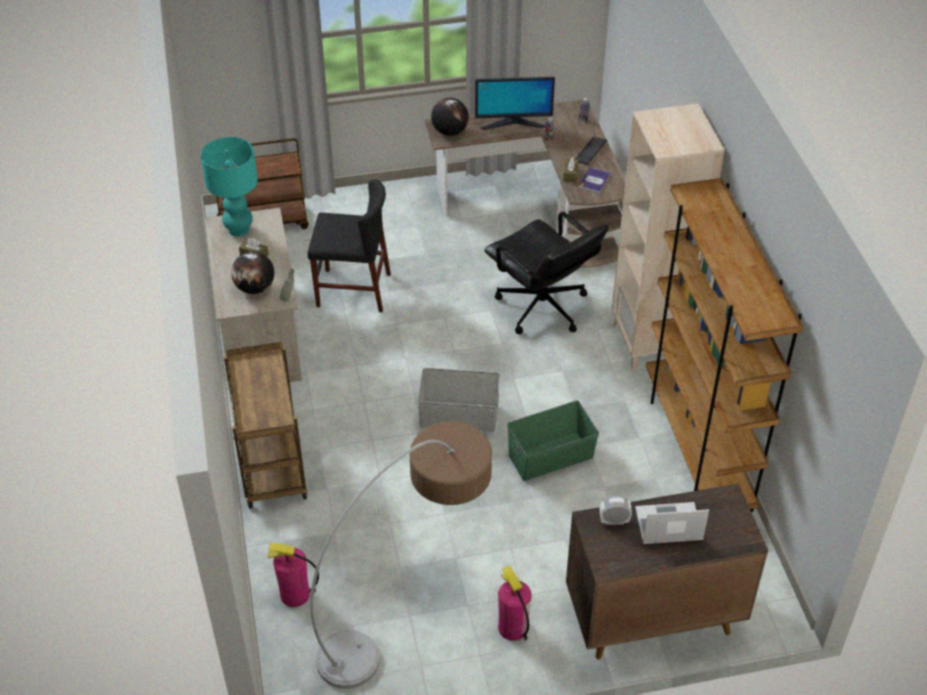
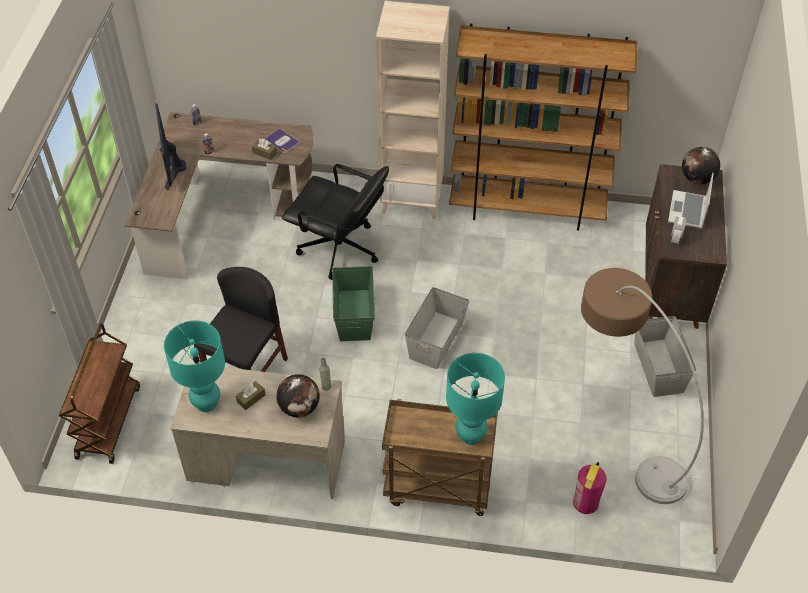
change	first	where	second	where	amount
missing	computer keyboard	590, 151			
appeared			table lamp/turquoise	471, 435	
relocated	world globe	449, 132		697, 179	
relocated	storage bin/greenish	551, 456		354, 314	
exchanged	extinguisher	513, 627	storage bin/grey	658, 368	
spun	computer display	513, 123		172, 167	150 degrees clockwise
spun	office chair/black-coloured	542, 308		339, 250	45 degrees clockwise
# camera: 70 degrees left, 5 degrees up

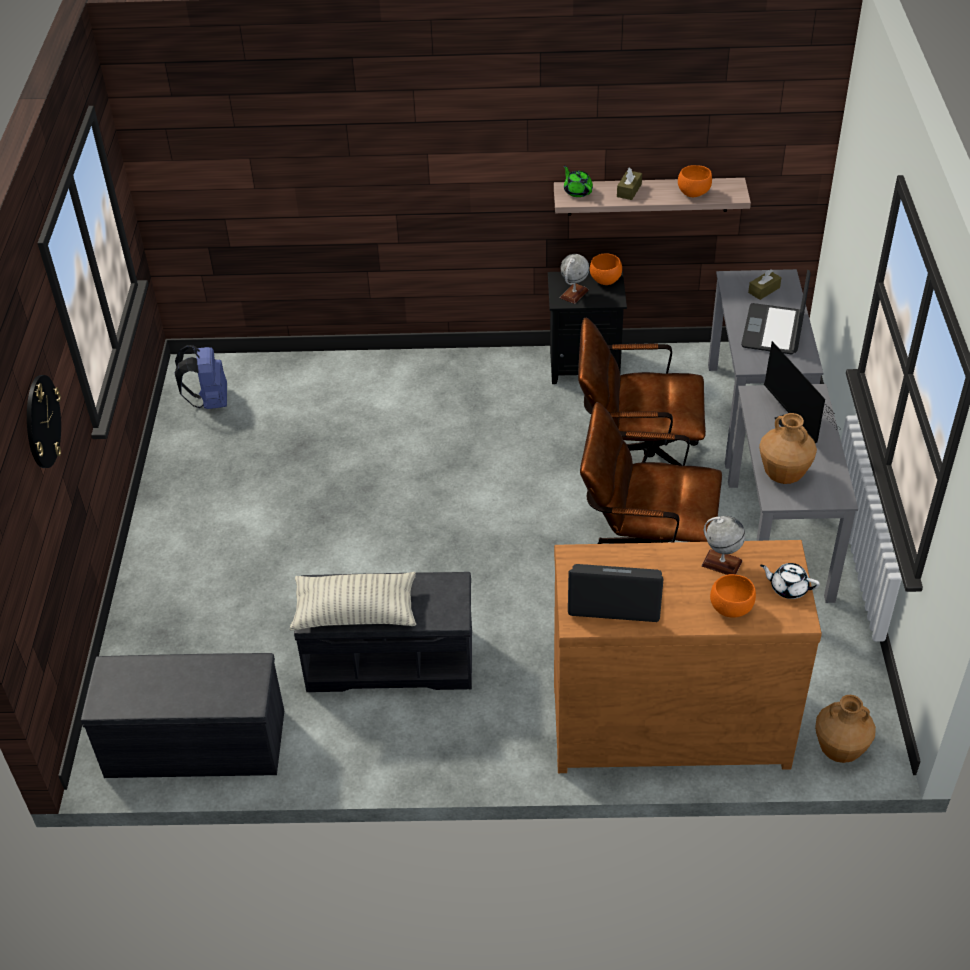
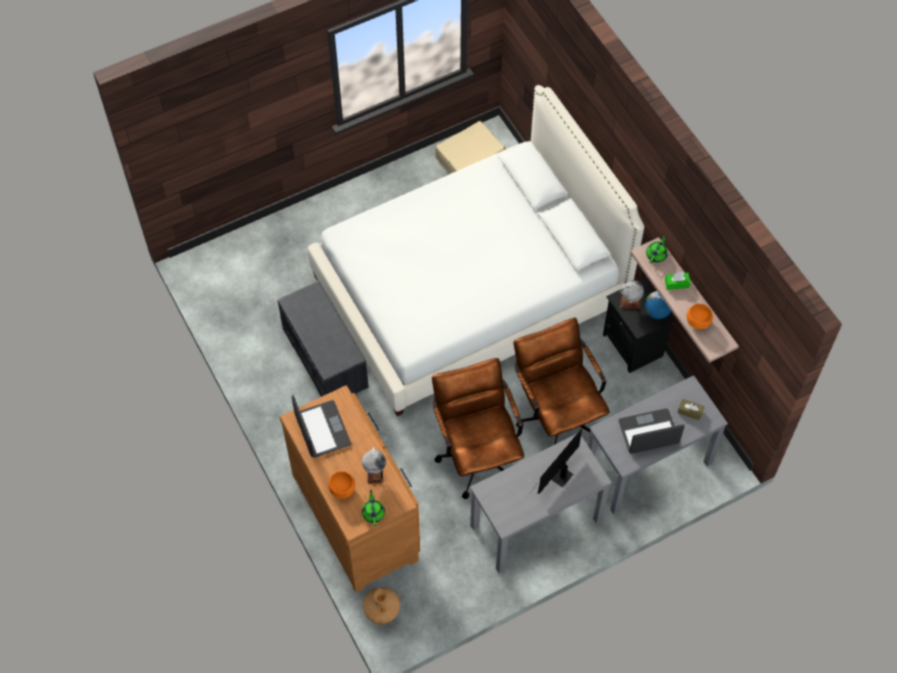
change	first	where	second	where	amount
missing	wall clock	42, 421			
missing	indoor bench/grey	194, 745			
missing	cushion	356, 612			
missing	flower vase/brown-coloured	783, 475			
appeared			bed/whitish	470, 291	
exchanged	backpack/blue	209, 401	piece of luggage/beige	470, 159	
exchanged	serving bowl/orangey	605, 281	world globe	656, 315	
colour	box of tissues/brown-coloured	629, 190	box of tissues/greenish	676, 283	
colour	tea pot/whitish	788, 588	tea pot/greenish	373, 513	
# camera: 60 degrees right, 15 degrees up

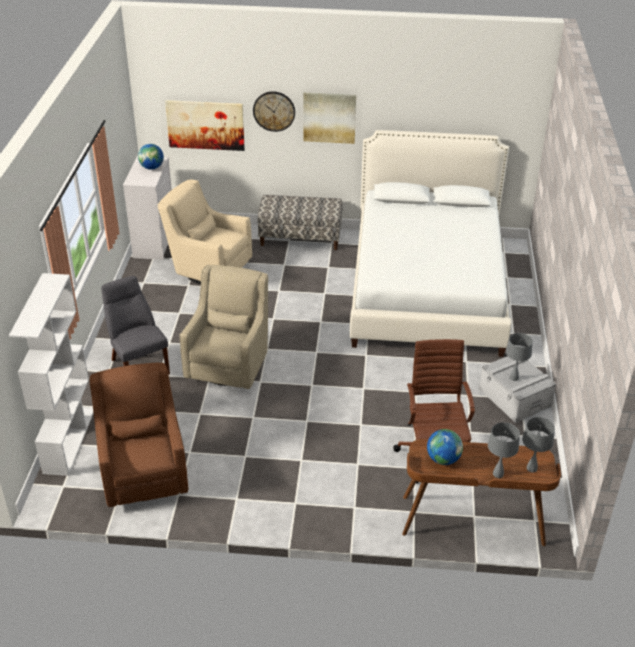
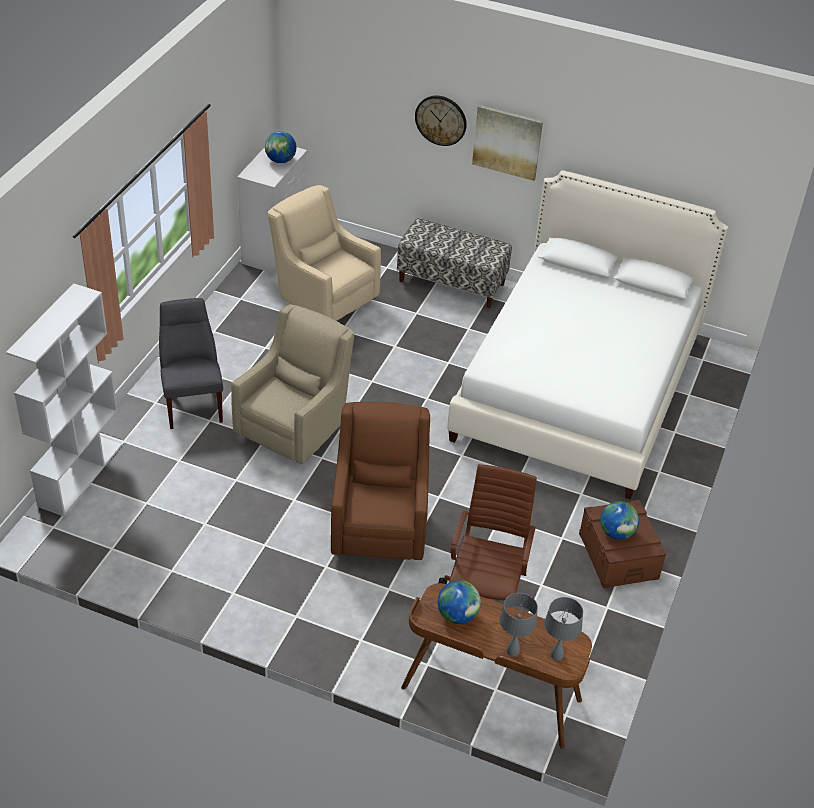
change	first	where	second	where	amount
missing	wall picture	205, 125			
relocated	lounge chair/brown-coloured	144, 474		379, 526	
exchanged	table lamp/grey	514, 378	world globe	616, 533	
colour	storage bin/grey	514, 397	storage bin/brown-coloured	618, 556	
# camera: 15 degrees right, 5 degrees up

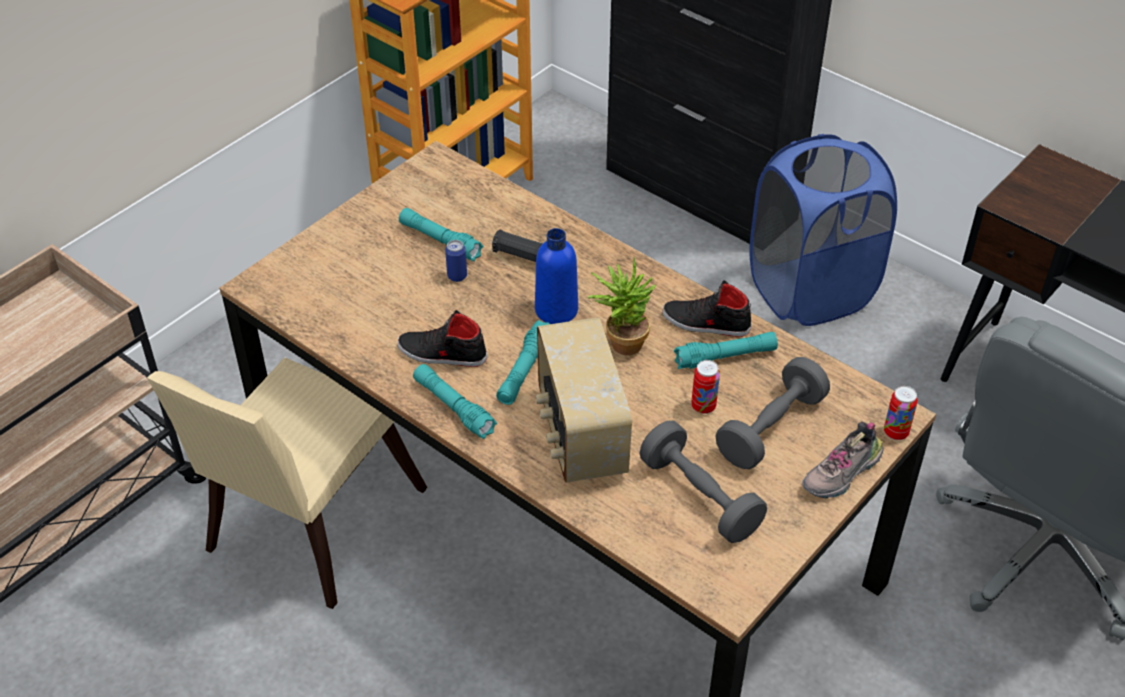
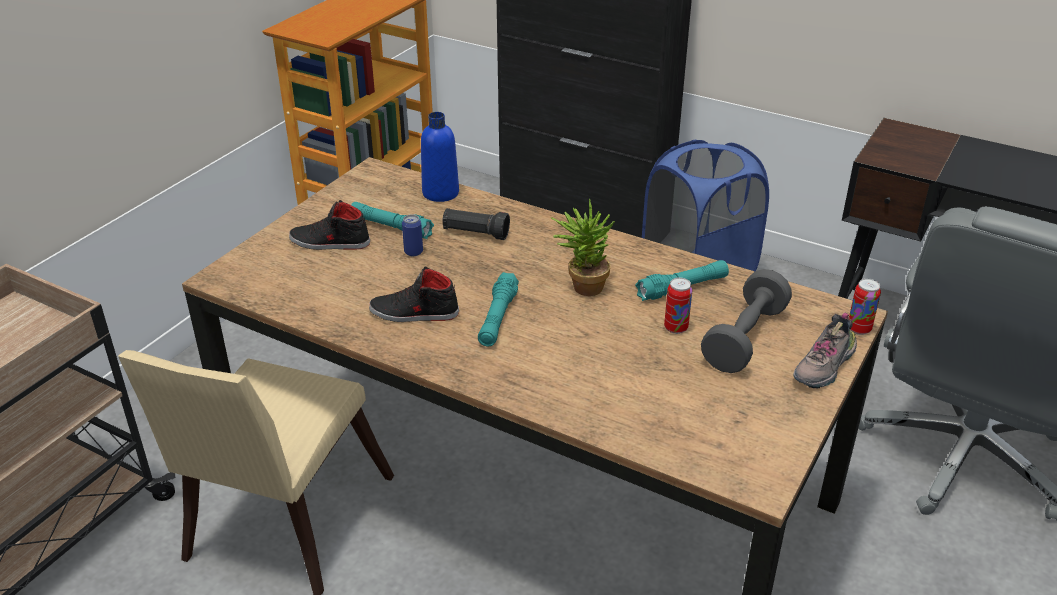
change	first	where	second	where	amount
missing	flashlight/turquoise	453, 407			
missing	radio set	579, 434			
missing	free weight/grey	700, 497			
relocated	bottle/blue	556, 310		440, 193	
relocated	low shoe/black-coloured	706, 323		329, 243	
# camera: 10 degrees left, 10 degrees down

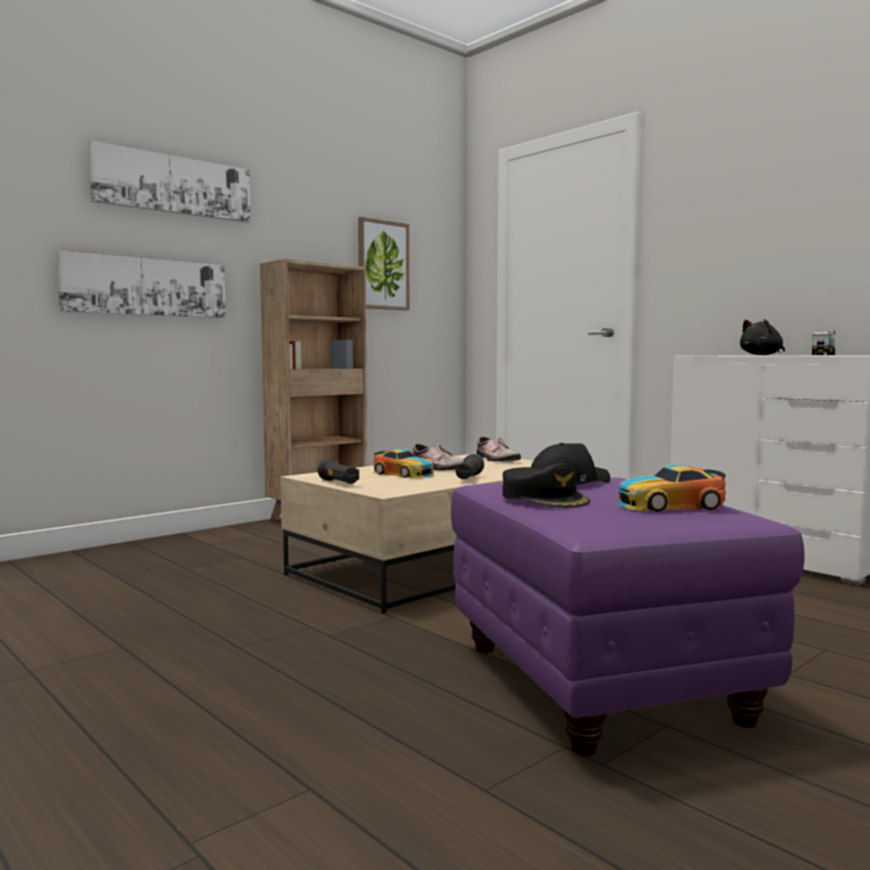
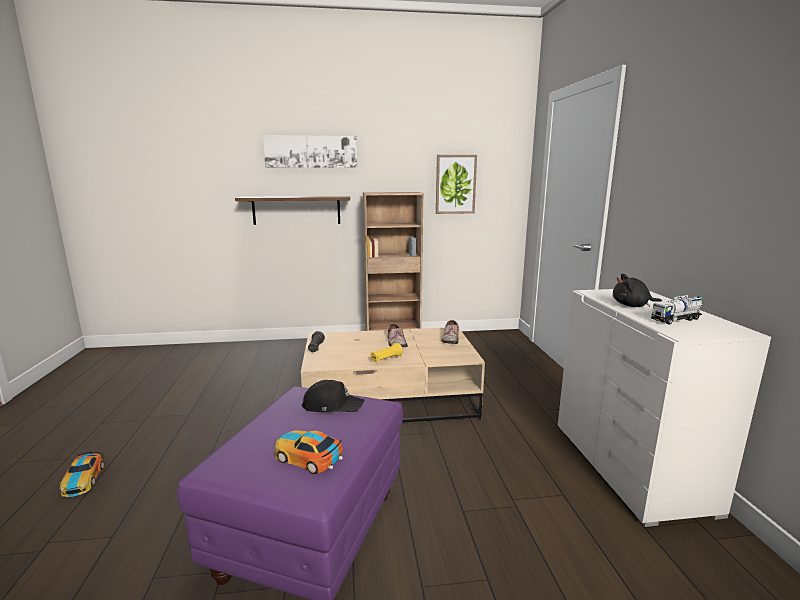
change	first	where	second	where	amount
missing	cap/black-coloured	544, 498			
relocated	toy car	404, 474		83, 480	
exchanged	wall picture	145, 287	wall shelf	296, 210	
colour	flashlight/black-coloured	468, 478	flashlight/yellowish	386, 359	
# camera: 35 degrees right, 10 degrees up

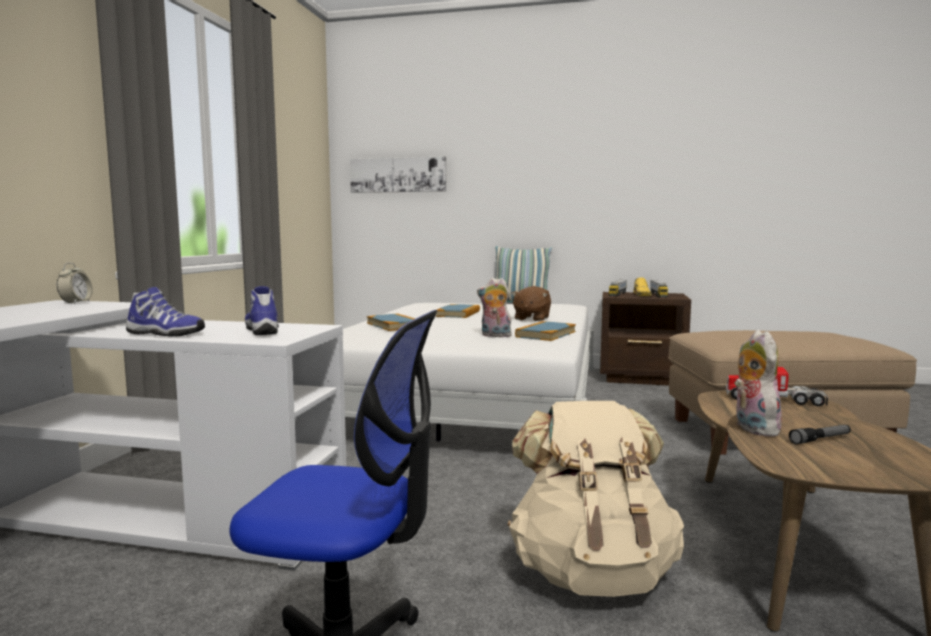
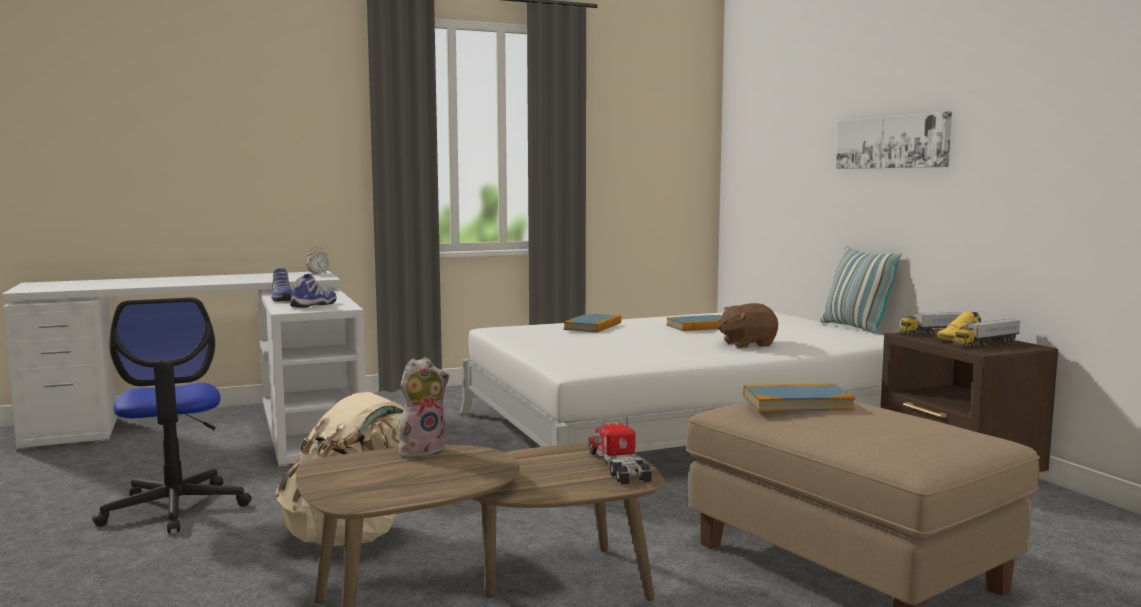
change	first	where	second	where	amount
missing	plush toy	495, 336			
missing	flashlight	820, 439			
relocated	wall picture	398, 175		892, 142	
relocated	bound book	545, 334		797, 403	
# camera: 55 degrees right, 0 degrees up

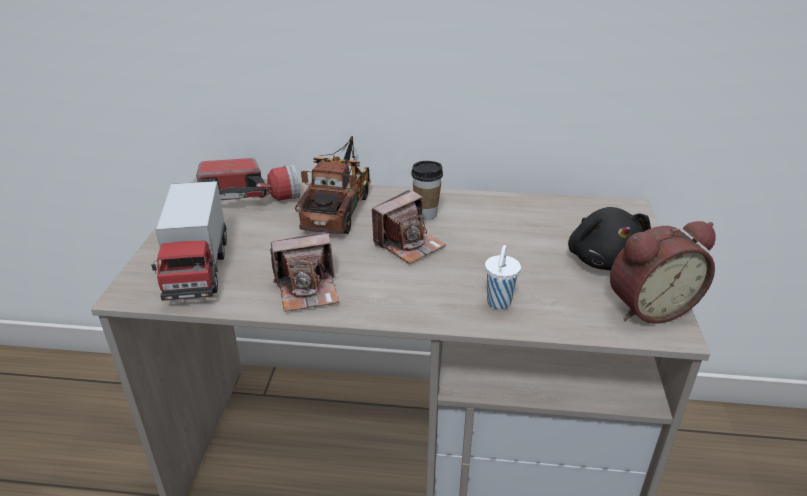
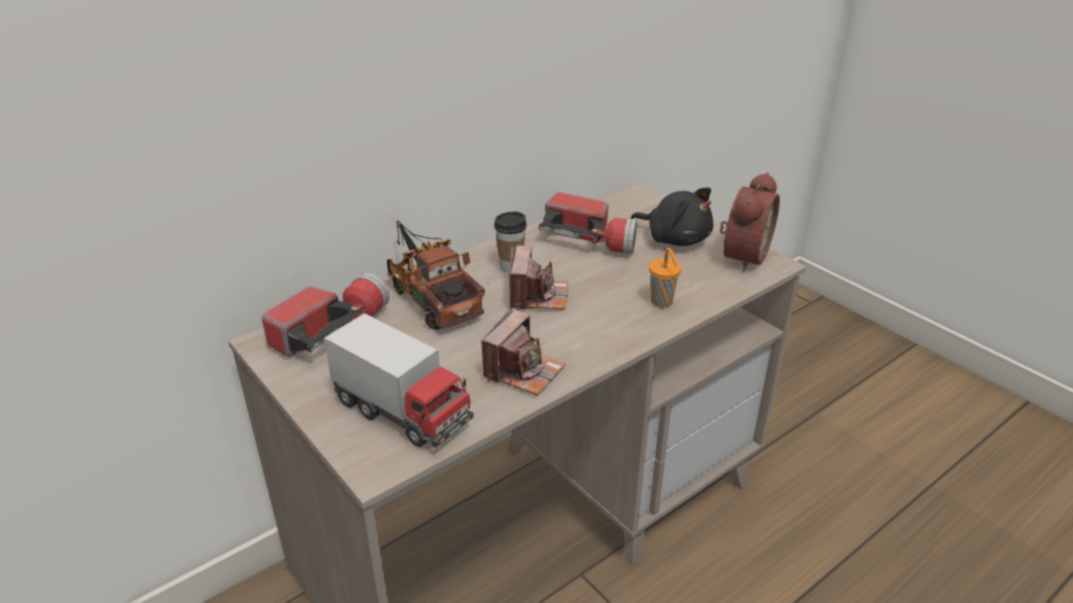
change	first	where	second	where	amount
appeared			flashlight	590, 240	
colour	drinking cup/whitish	498, 303	drinking cup/orangey	662, 302	
# camera: 45 degrees left, 0 degrees up

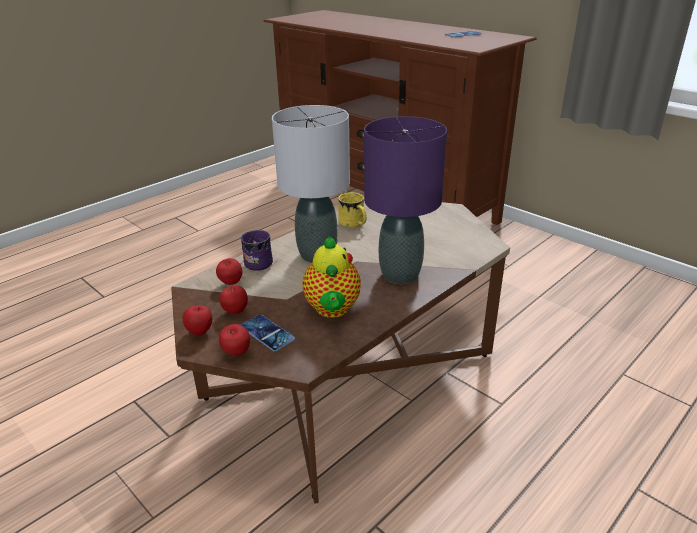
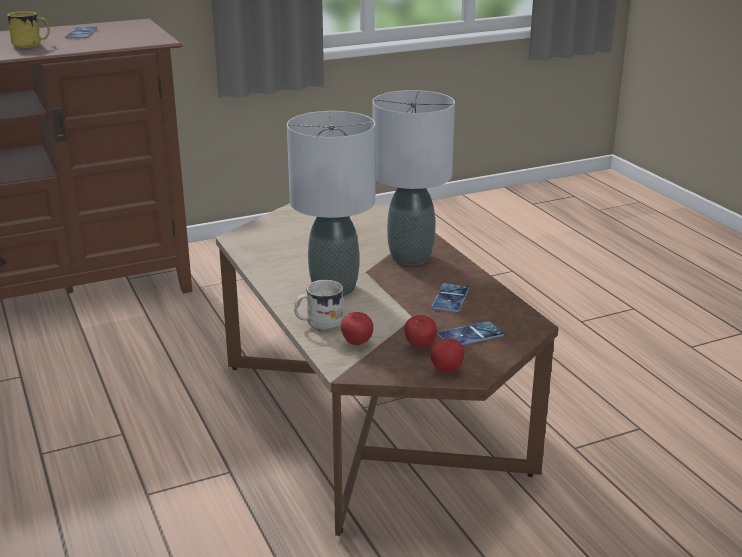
change	first	where	second	where	amount
missing	whole apple	236, 353			
relocated	coffee mug/yellowish	353, 225		32, 45	
exchanged	tea pot	332, 310	telephone	450, 298	
colour	coffee mug/purplish	256, 262	coffee mug/whitish	319, 323	
colour	table lamp/purplish	400, 274	table lamp/grey	410, 257	
# camera: 70 degrees left, 5 degrees down

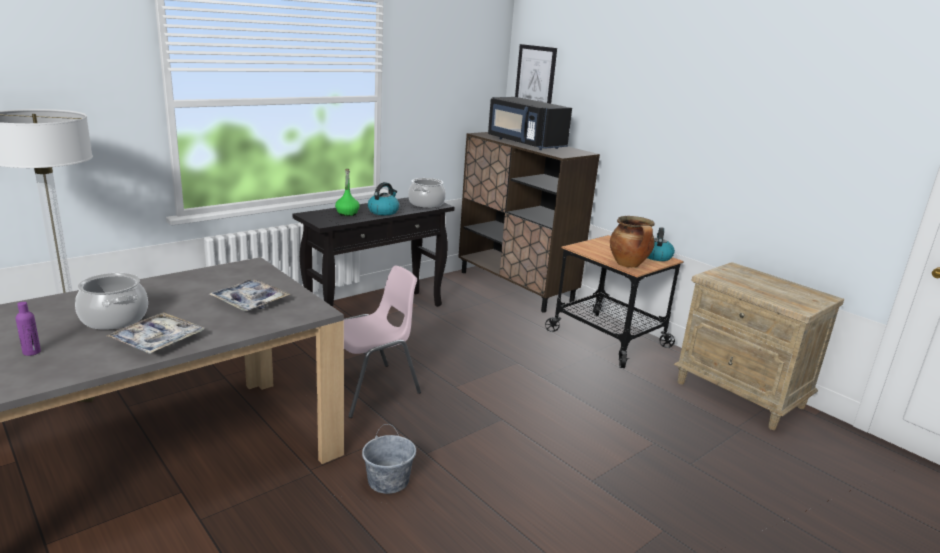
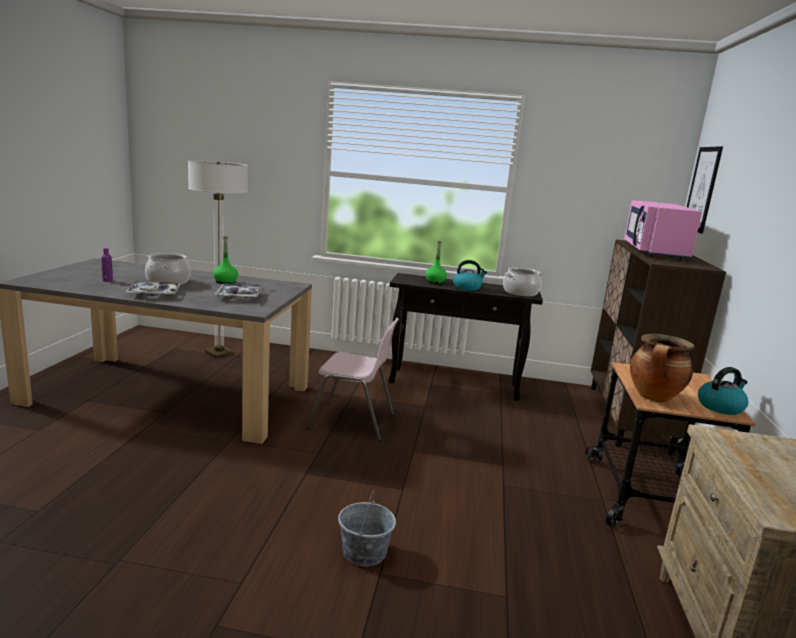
change	first	where	second	where	amount
appeared			bottle/greenish	225, 282	
relocated	bucket/grey	388, 480		364, 552	
colour	microwave oven/black-coloured	524, 143	microwave oven/pinkish	653, 252	
# camera: 50 degrees right, 5 degrees down

